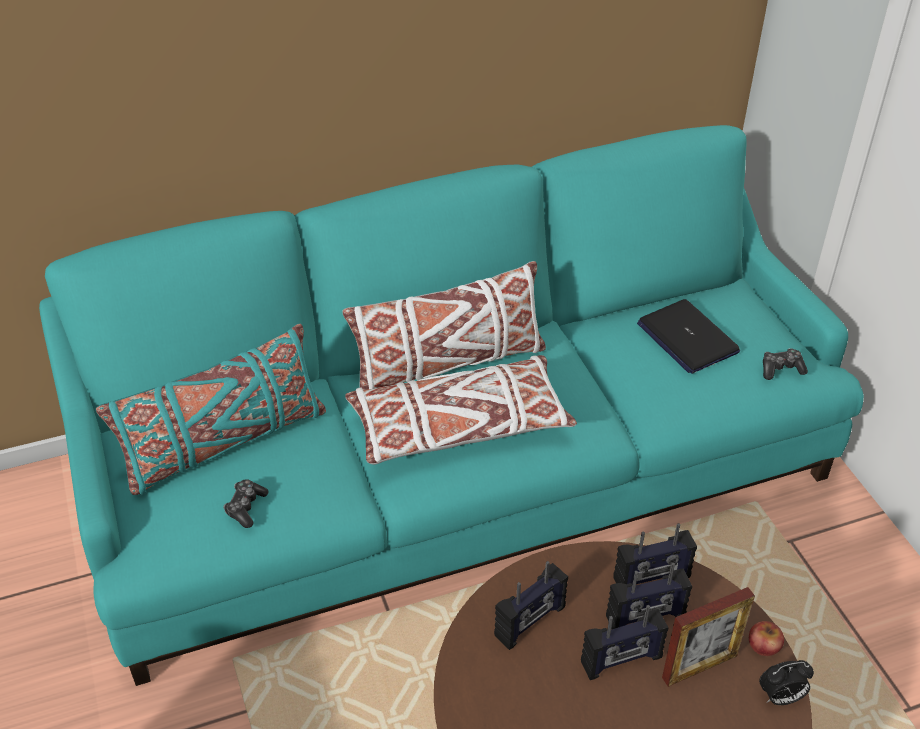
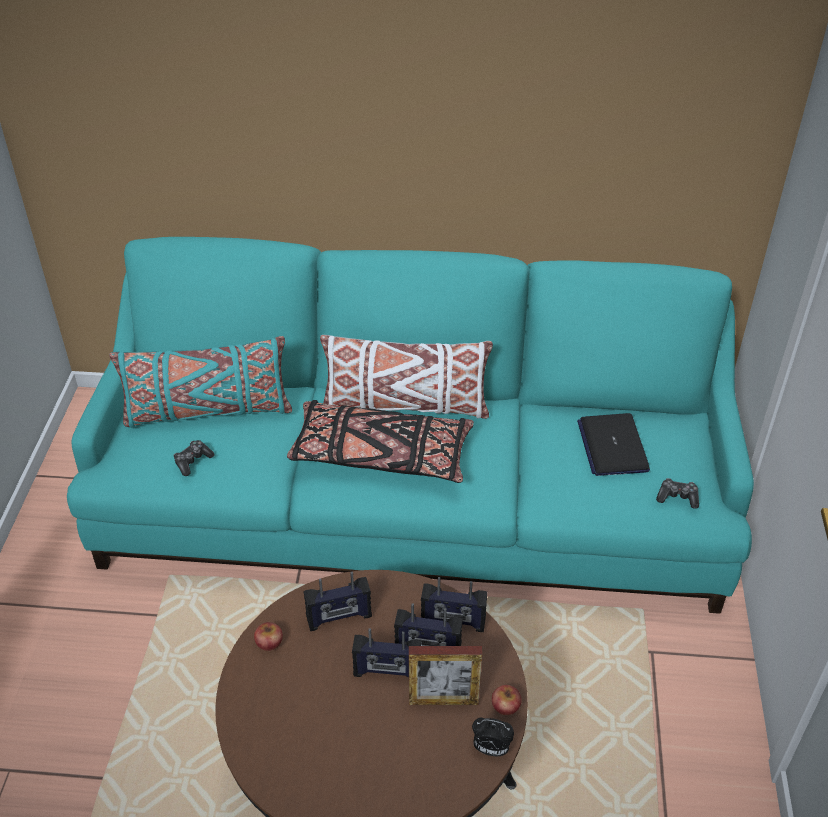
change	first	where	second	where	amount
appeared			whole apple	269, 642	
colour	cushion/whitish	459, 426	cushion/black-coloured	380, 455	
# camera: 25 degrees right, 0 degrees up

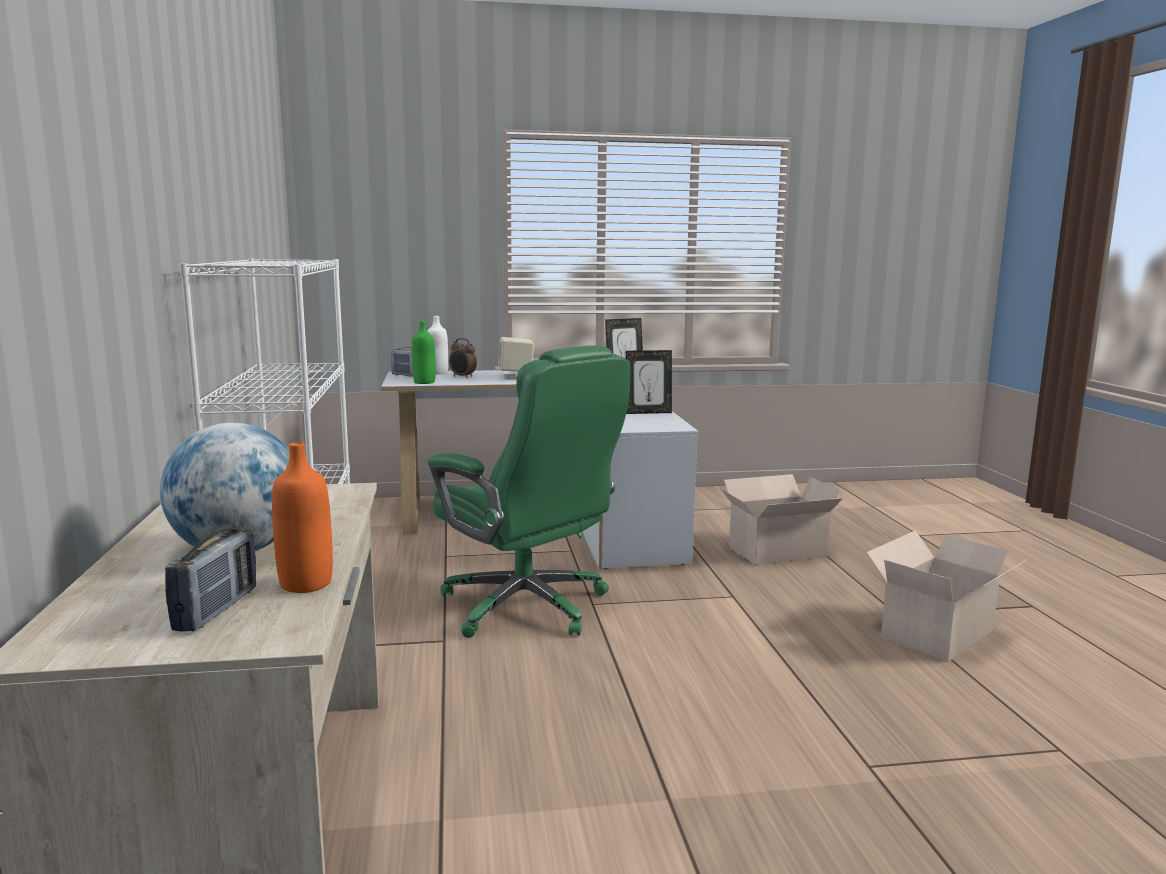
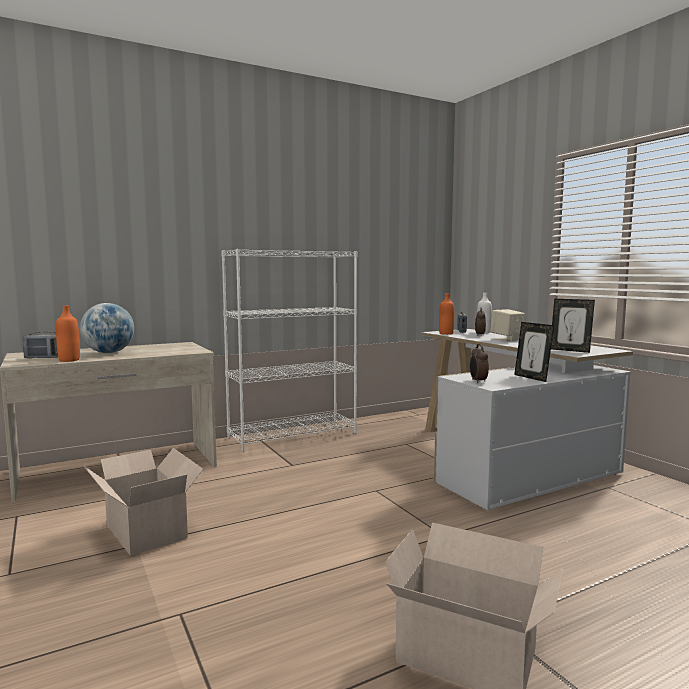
change	first	where	second	where	amount
missing	office chair/greenish	527, 607			
appeared			bedside clock	478, 381	
relocated	carton	774, 551		146, 529	
colour	bottle/greenish	424, 382	bottle/orangey	446, 333	
# camera: 70 degrees right, 5 degrees down

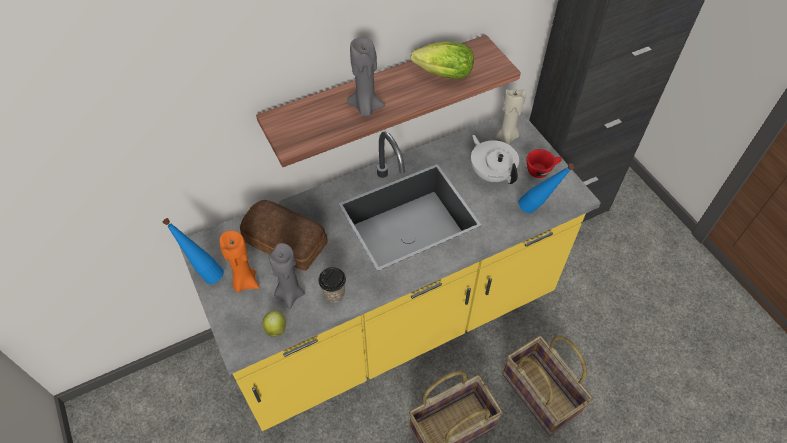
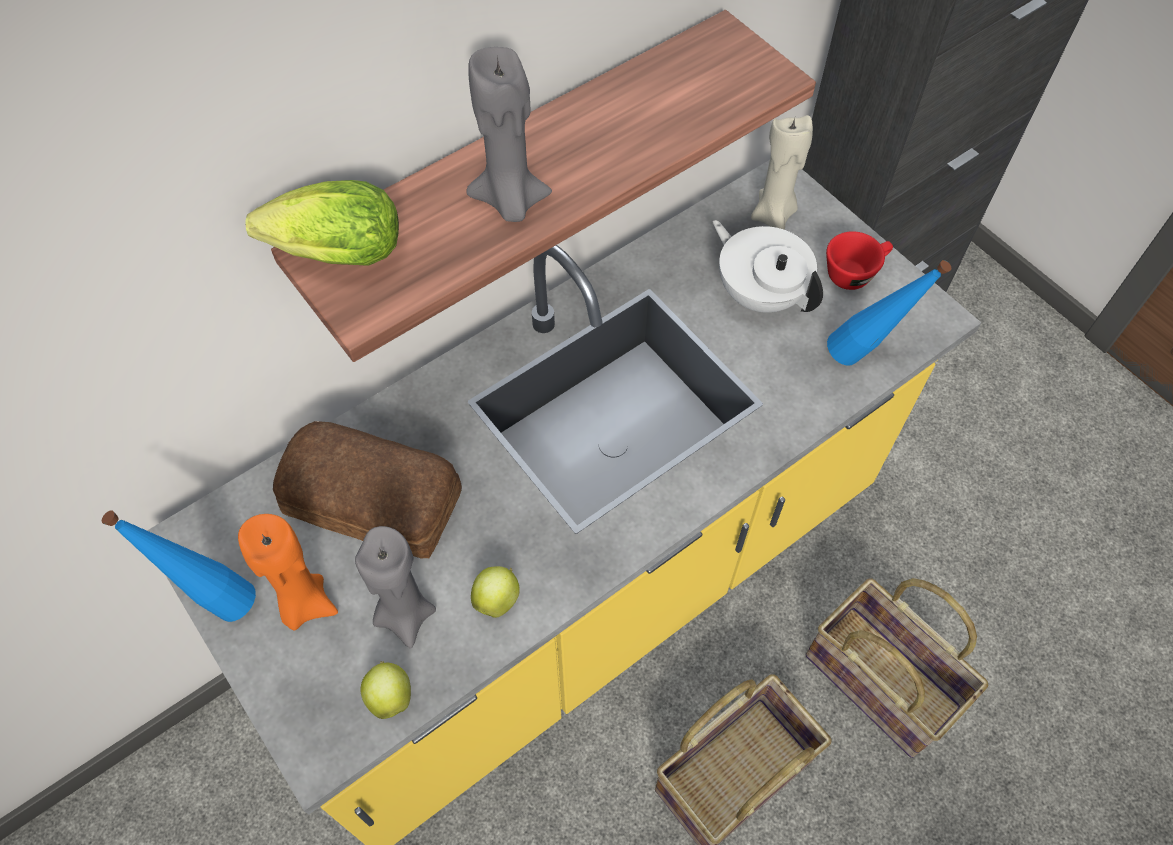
change	first	where	second	where	amount
relocated	head of lettuce	440, 74		331, 255	
exchanged	drinking cup	334, 293	whole apple	497, 598	
# camera: 10 degrees left, 5 degrees up

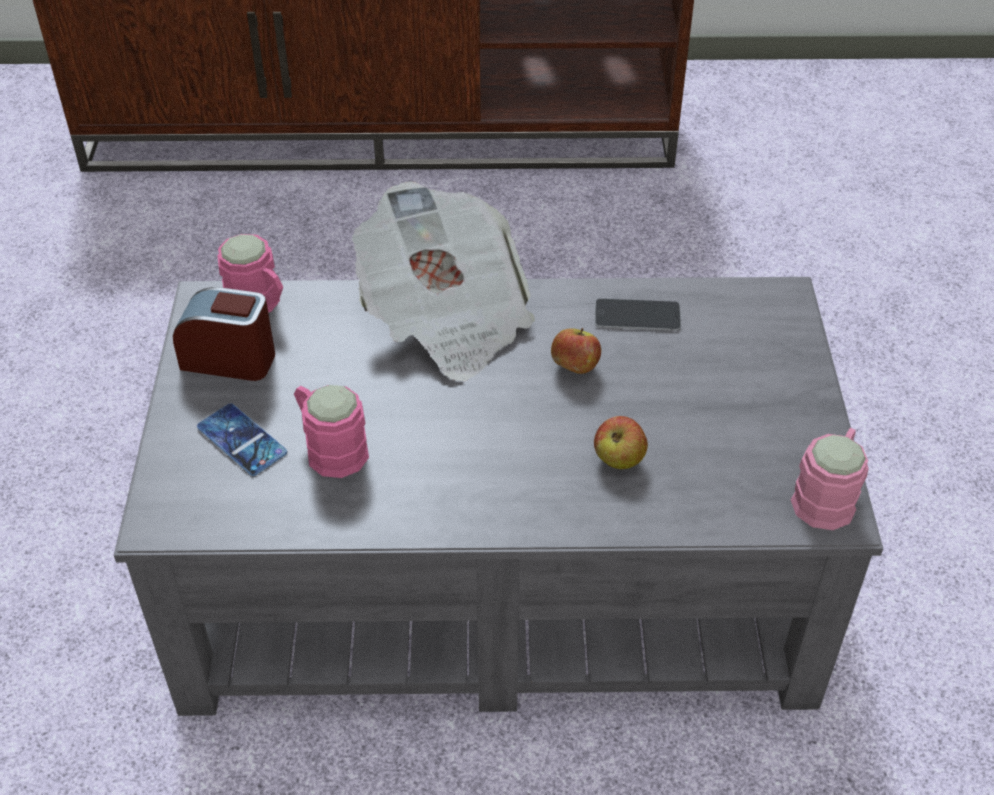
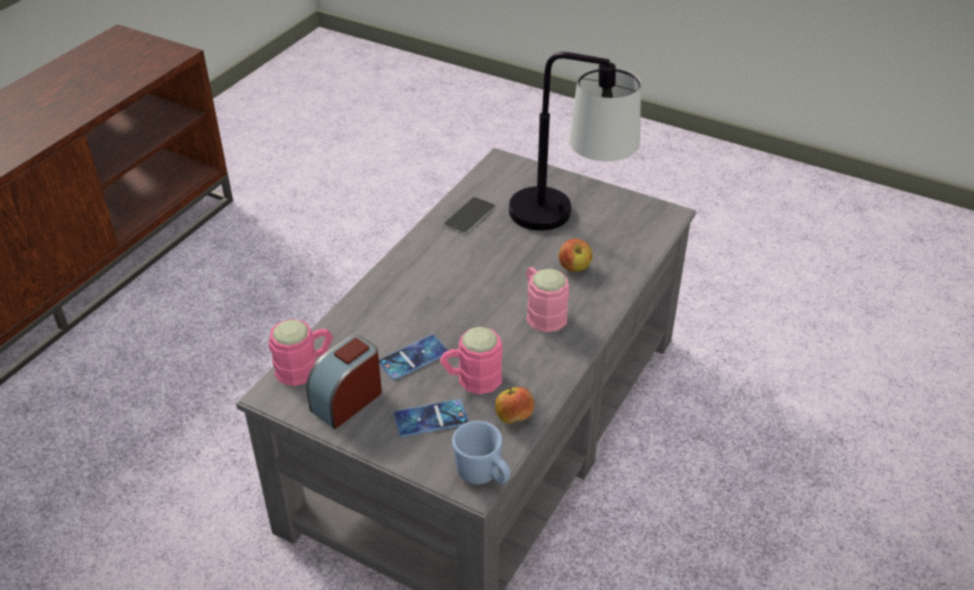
change	first	where	second	where	amount
missing	printed paper	445, 317			
appeared			telephone	413, 358	
appeared			coffee mug/blue	483, 476	
appeared			table lamp	568, 220	
relocated	whole apple	575, 367		514, 417	
relocated	coffee mug/pinkish	827, 495		542, 313	
# camera: 60 degrees left, 5 degrees down

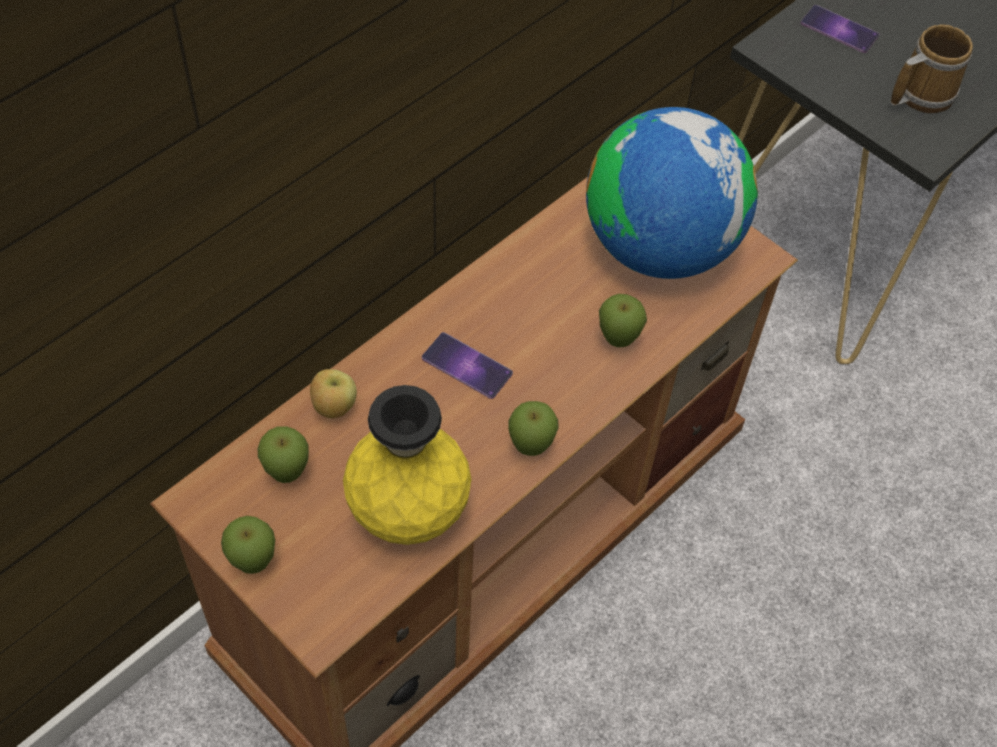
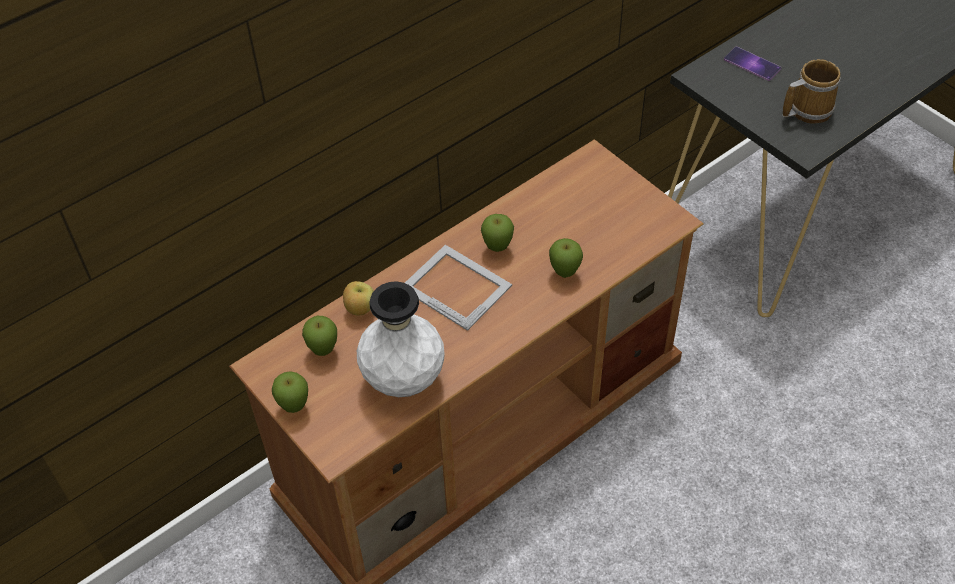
change	first	where	second	where	amount
missing	world globe	659, 248			
relocated	whole apple	530, 448		497, 248	
exchanged	telephone	467, 366	picture frame	455, 286	
colour	flower vase/yellowish	408, 513	flower vase/whitish	403, 380	
# camera: 10 degrees right, 5 degrees down

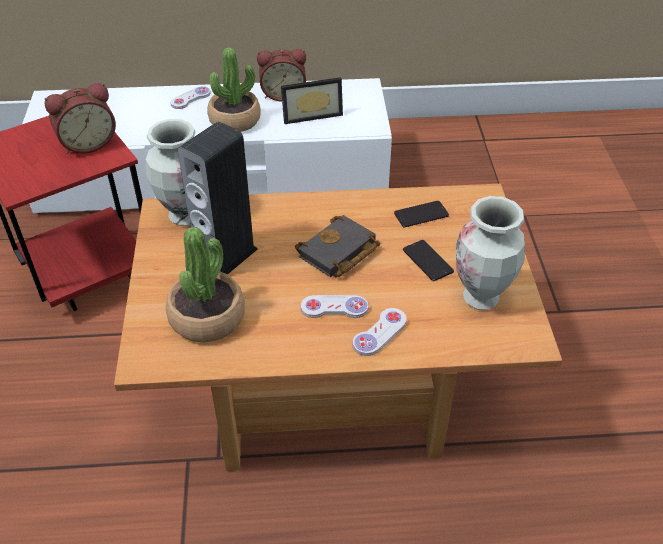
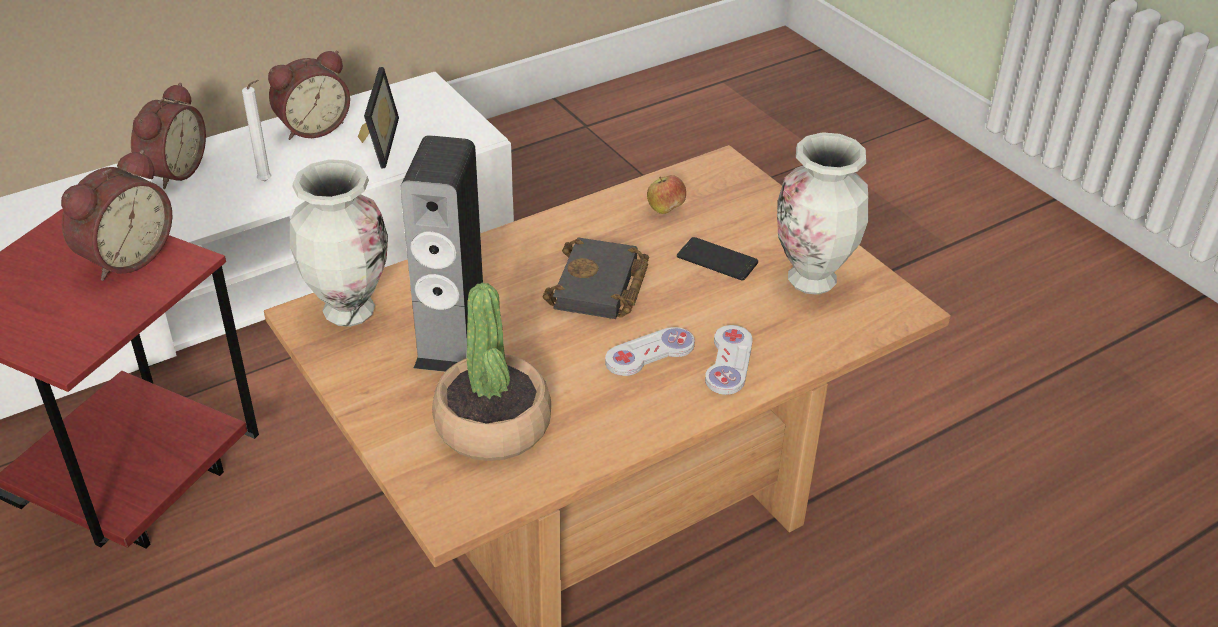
change	first	where	second	where	amount
exchanged	game controller/whitish	190, 99	bedside clock	172, 171	
exchanged	houseplant	235, 120	wax candle/whitish	267, 181	
exchanged	telephone	421, 214	whole apple	665, 209	
spun	picture frame	311, 114		375, 142	45 degrees counterclockwise
# camera: 30 degrees left, 5 degrees down

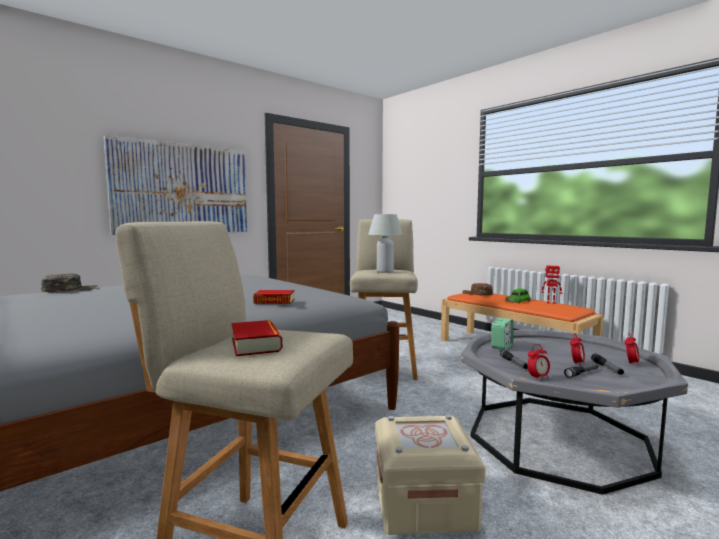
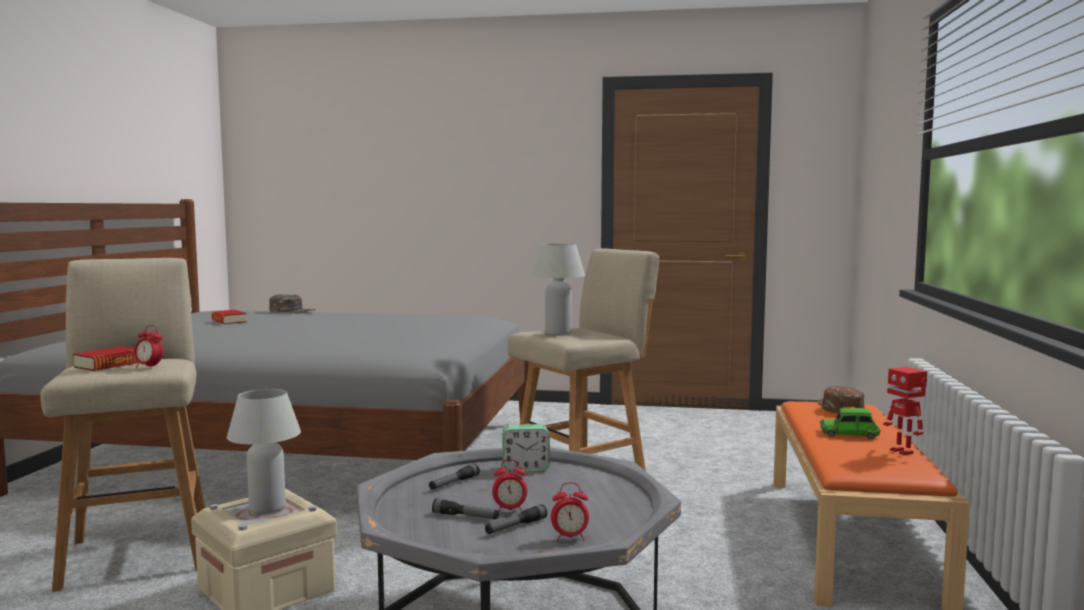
change	first	where	second	where	amount
missing	wall picture	182, 189			
appeared			table lamp/whitish	267, 508	
relocated	bound book	274, 301		229, 321	
relocated	bedside clock	538, 378		149, 367	
# camera: 50 degrees right, 0 degrees up

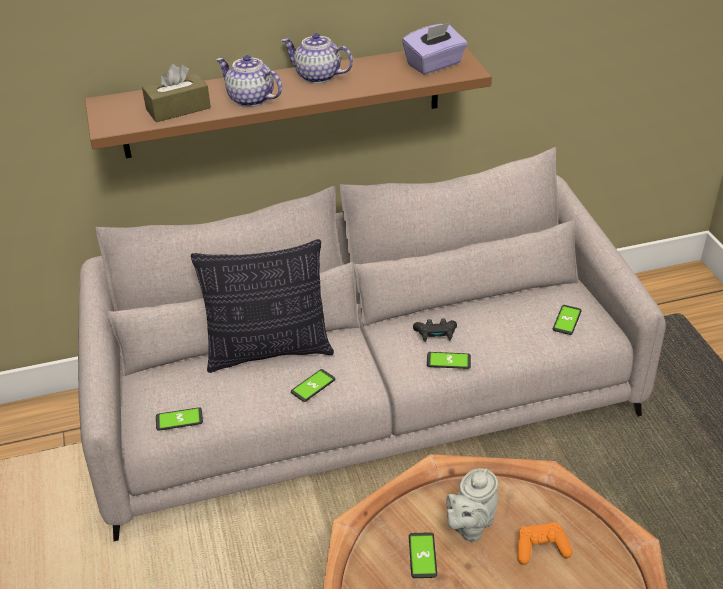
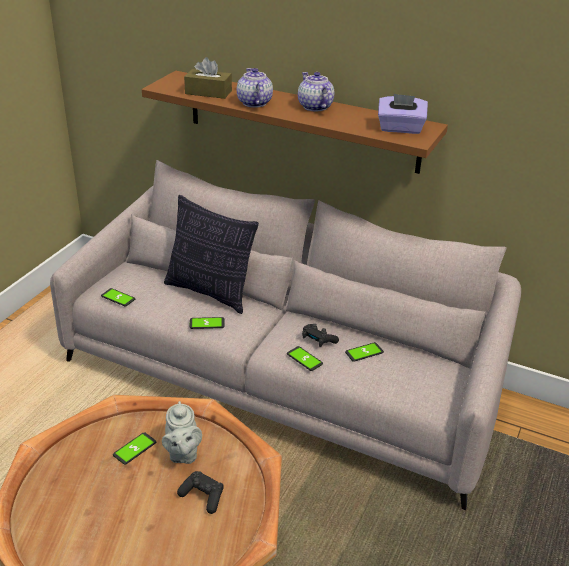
change	first	where	second	where	amount
relocated	telephone	567, 320		364, 352	
colour	game controller/orangey	540, 549	game controller/black-coloured	203, 497	
spun	tea pot/grey	470, 526		182, 454	90 degrees counterclockwise
# camera: 40 degrees right, 5 degrees down

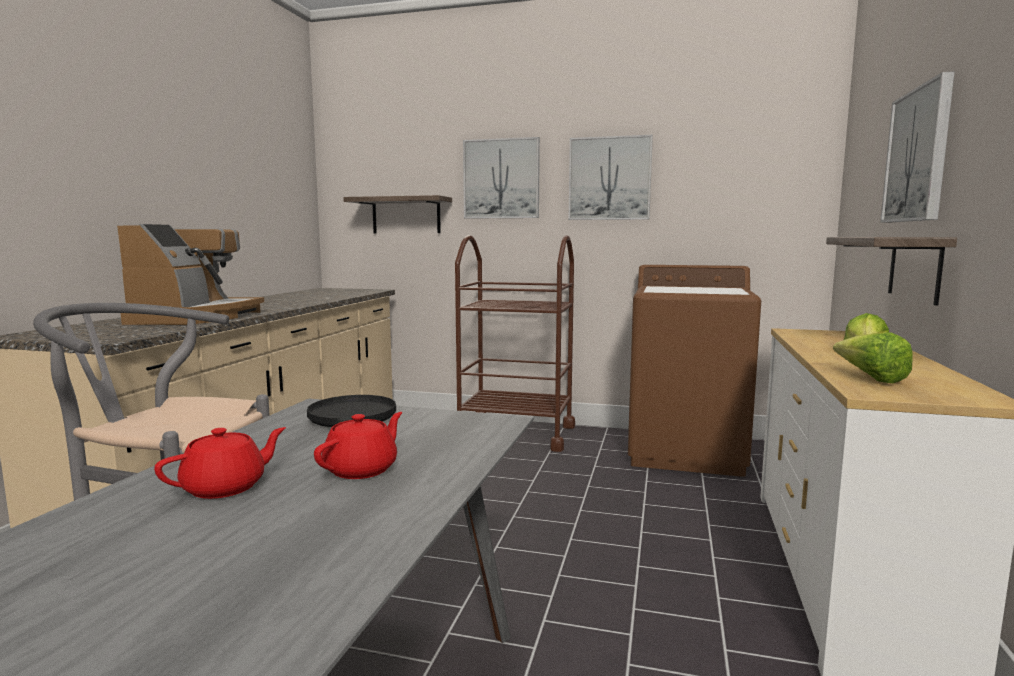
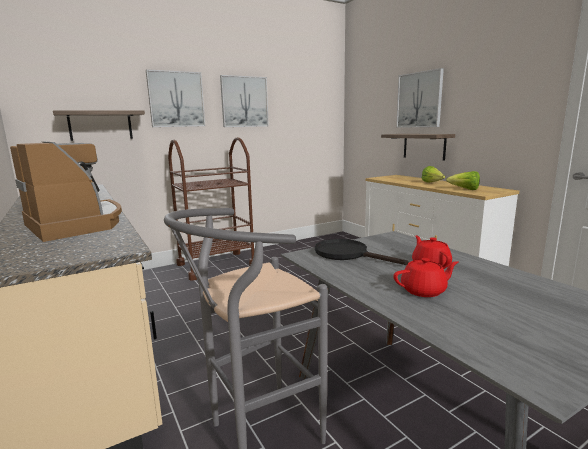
change	first	where	second	where	amount
missing	laundry appliance/brown-coloured	686, 452			
spun	tea pot/red-coloured	226, 487		424, 291	75 degrees clockwise
# camera: 45 degrees left, 5 degrees up

